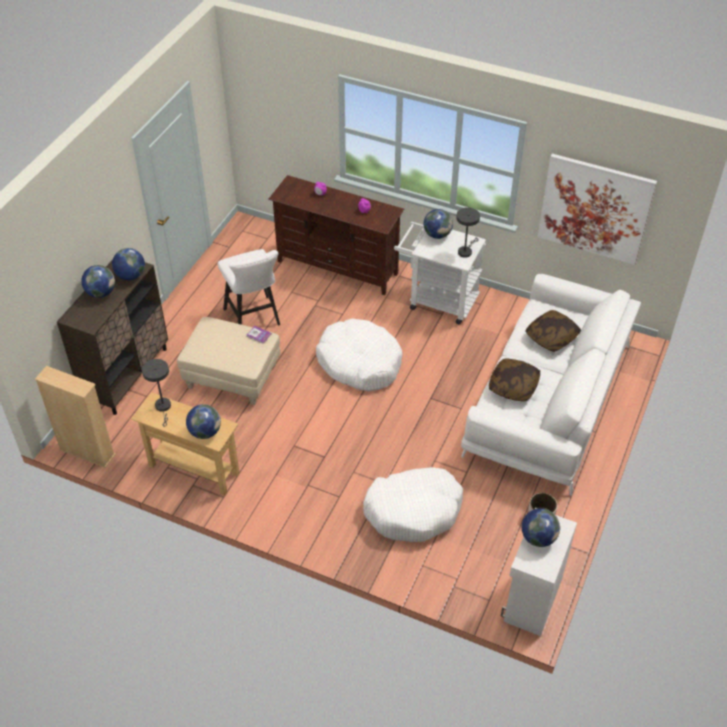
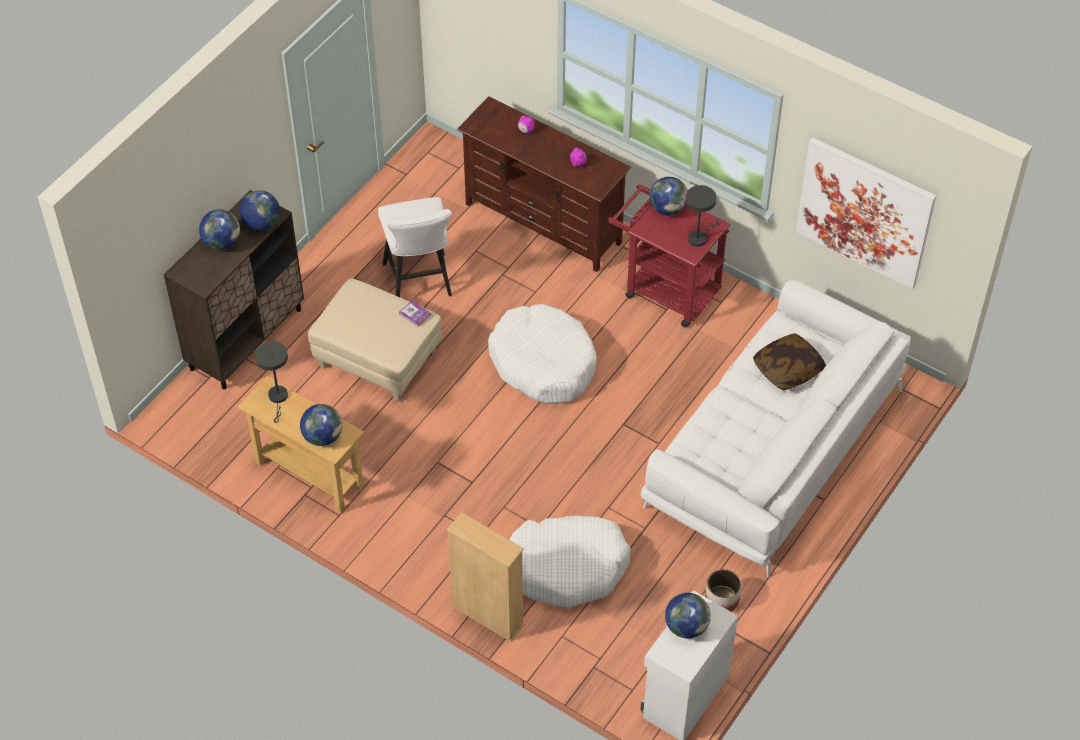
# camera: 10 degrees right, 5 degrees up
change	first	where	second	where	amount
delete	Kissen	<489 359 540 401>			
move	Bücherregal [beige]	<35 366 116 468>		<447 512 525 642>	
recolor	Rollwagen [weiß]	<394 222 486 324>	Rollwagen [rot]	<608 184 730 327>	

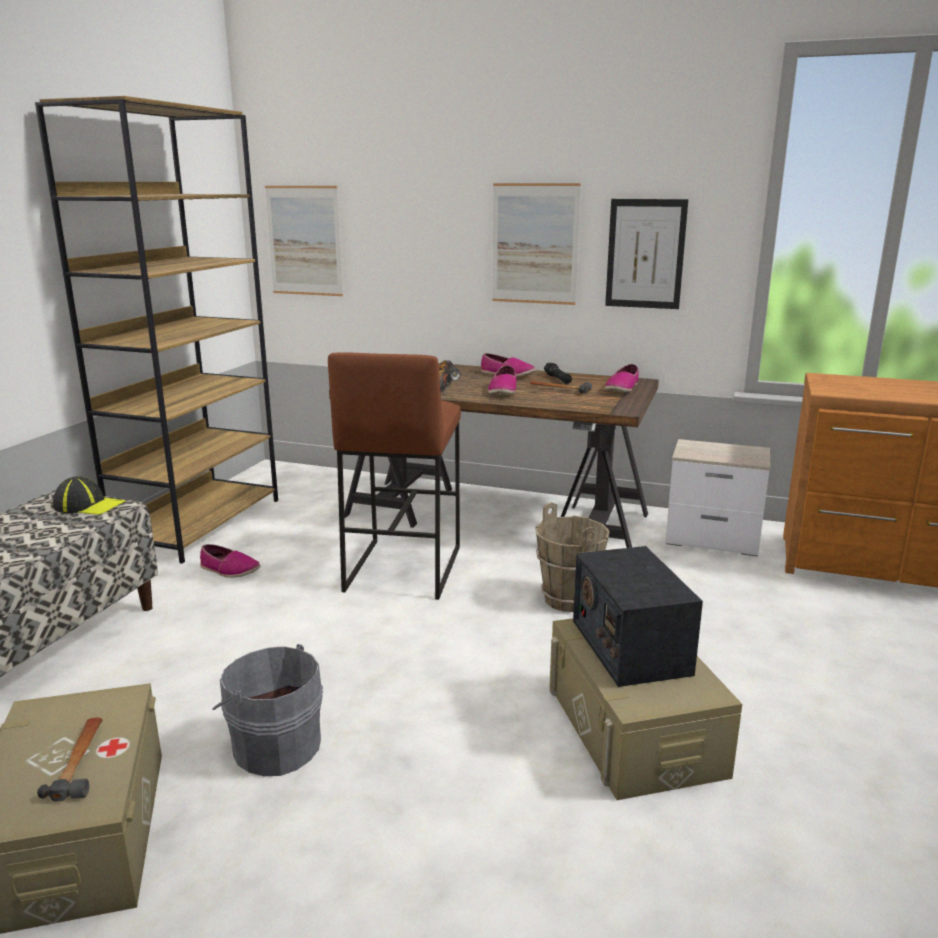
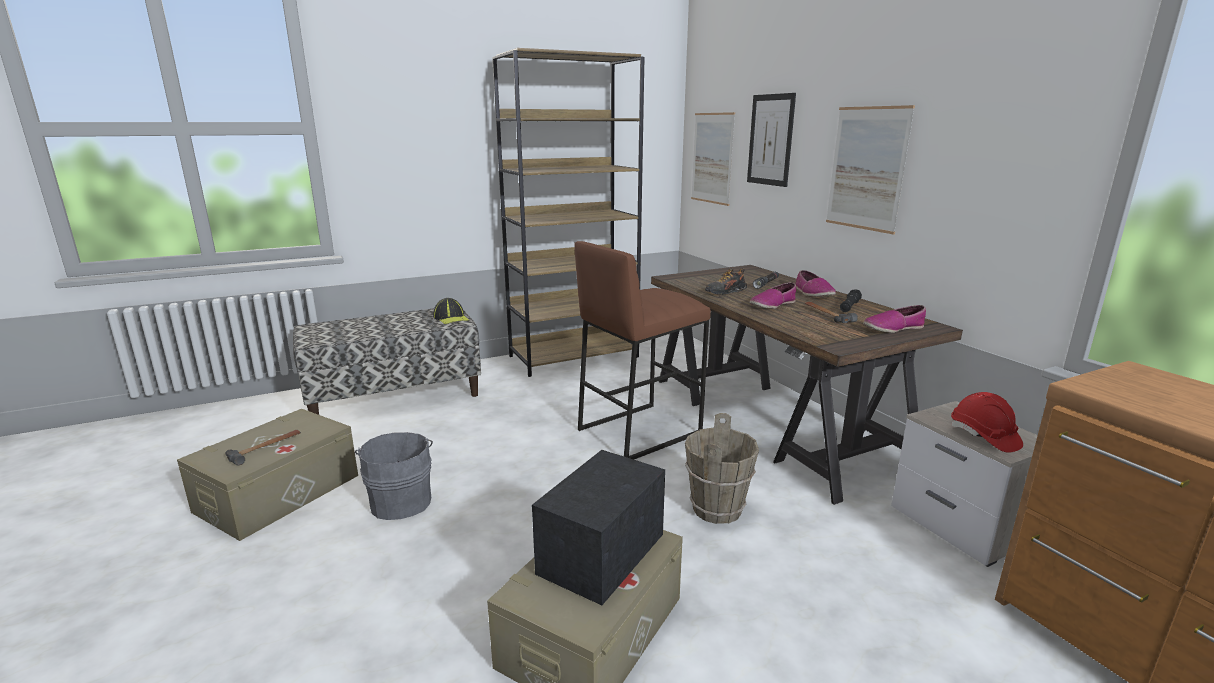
# camera: 45 degrees right, 0 degrees up
change	first	where	second	where	amount
delete	Schuh	<200 544 260 578>			
insert			Schutzhelm [rot]	<951 392 1023 453>	
move	Bild	<605 199 688 309>		<747 93 796 187>	

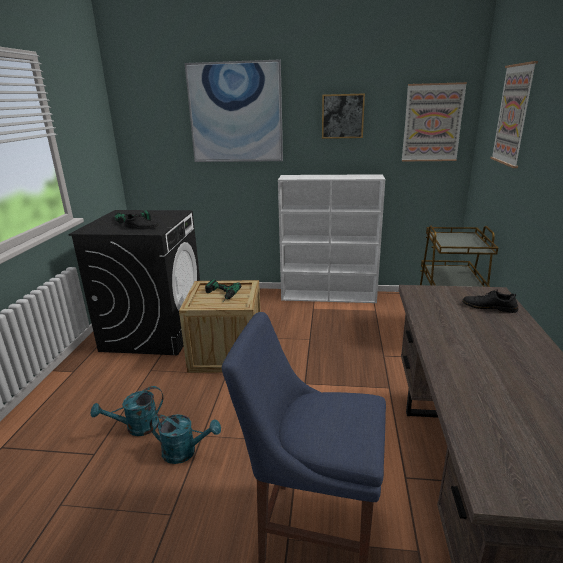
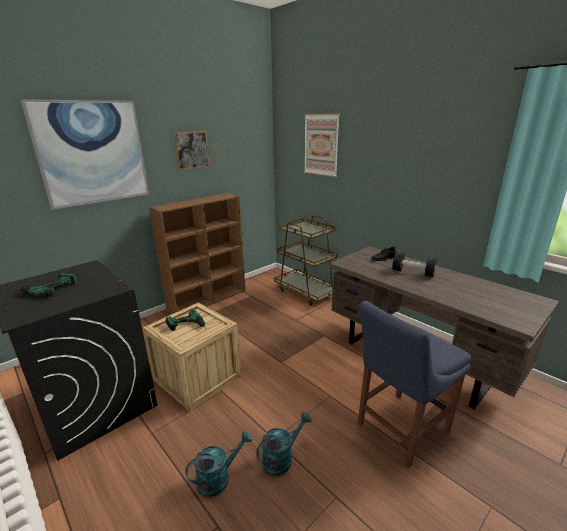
# camera: 50 degrees left, 0 degrees up
change	first	where	second	where	amount
delete	Schuh [schwarz]	<124 213 159 230>			
delete	Bild	<402 82 467 161>			
insert			Hantel [schwarz]	<392 252 437 277>	
recolor	Bücherregal [weiß]	<278 174 385 303>	Bücherregal [braun]	<149 193 245 314>	
rotate	Gießkanne [türkis]	<91 386 163 436>		<185 430 253 497>	135 degrees counterclockwise

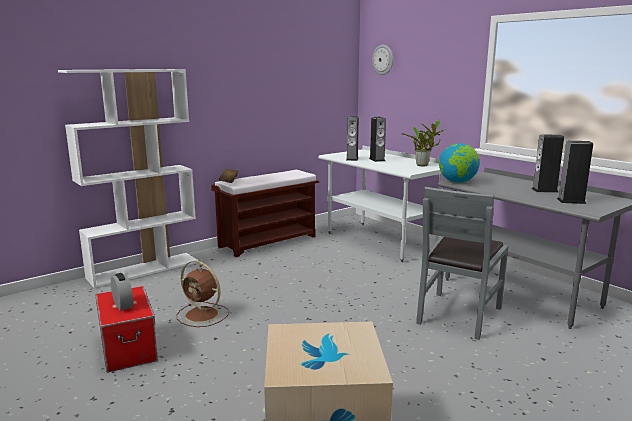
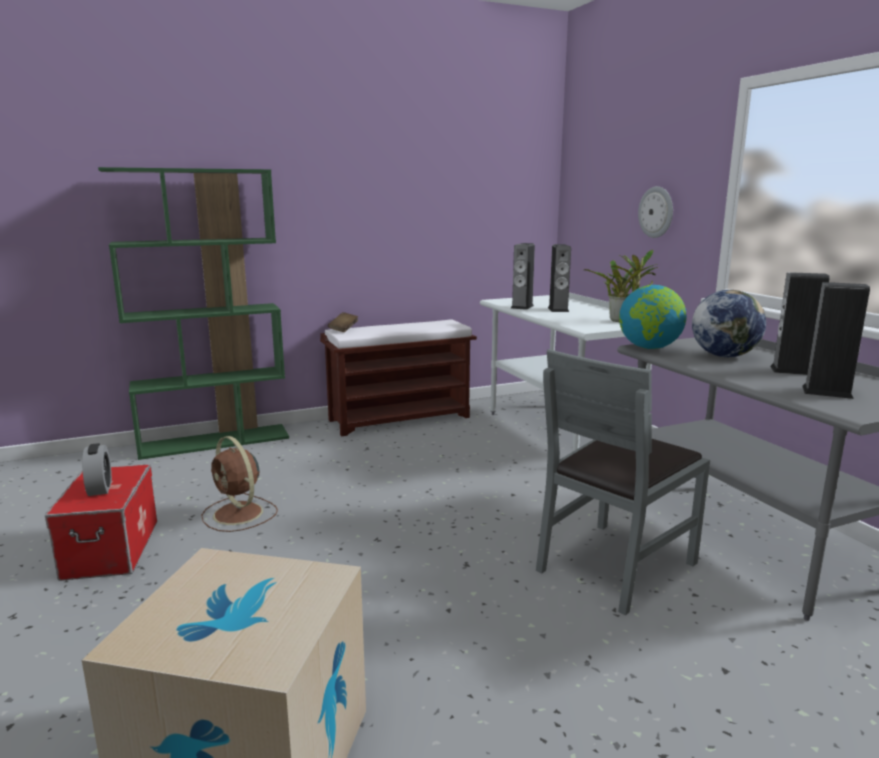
# camera: 15 degrees right, 0 degrees up
change	first	where	second	where	amount
insert			Globus	<692 290 766 357>	
move	Wanduhr	<372 45 393 75>		<638 186 673 238>	
recolor	Bücherregal [weiß]	<58 69 199 288>	Bücherregal [grün]	<98 167 289 460>	

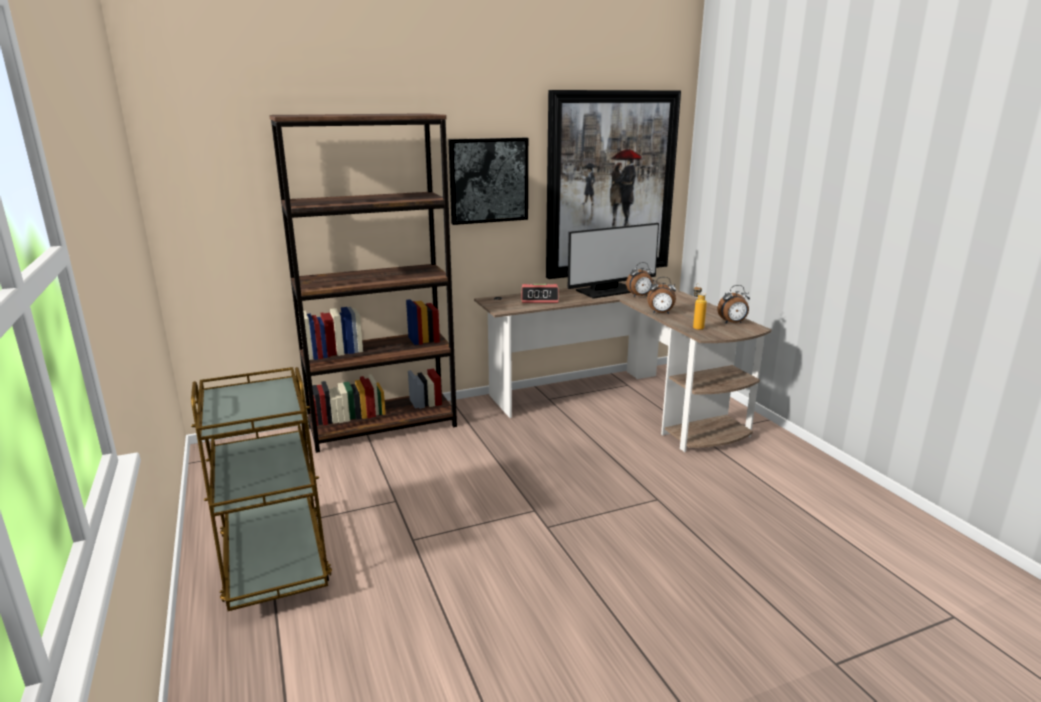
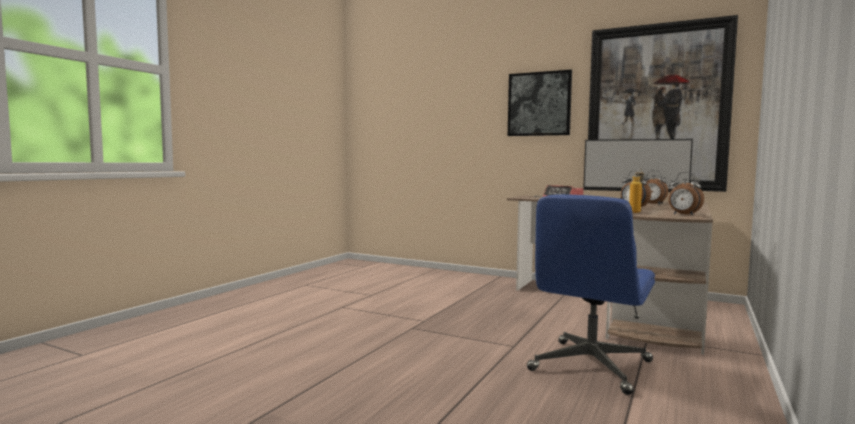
# camera: 50 degrees right, 15 degrees down
change	first	where	second	where	amount
delete	Rollwagen [braun]	<191 367 332 611>			
delete	Bücherregal [braun]	<269 113 457 453>			
insert			Bürostuhl [blau]	<527 194 655 395>	

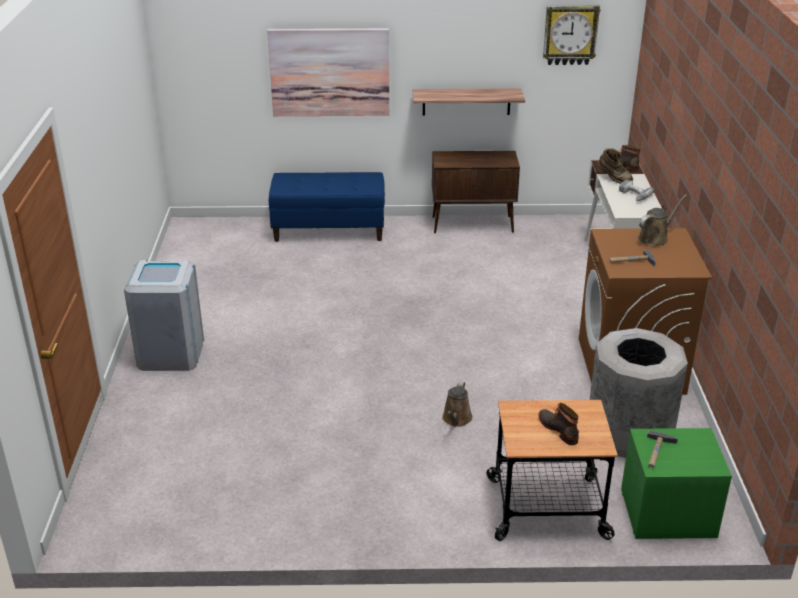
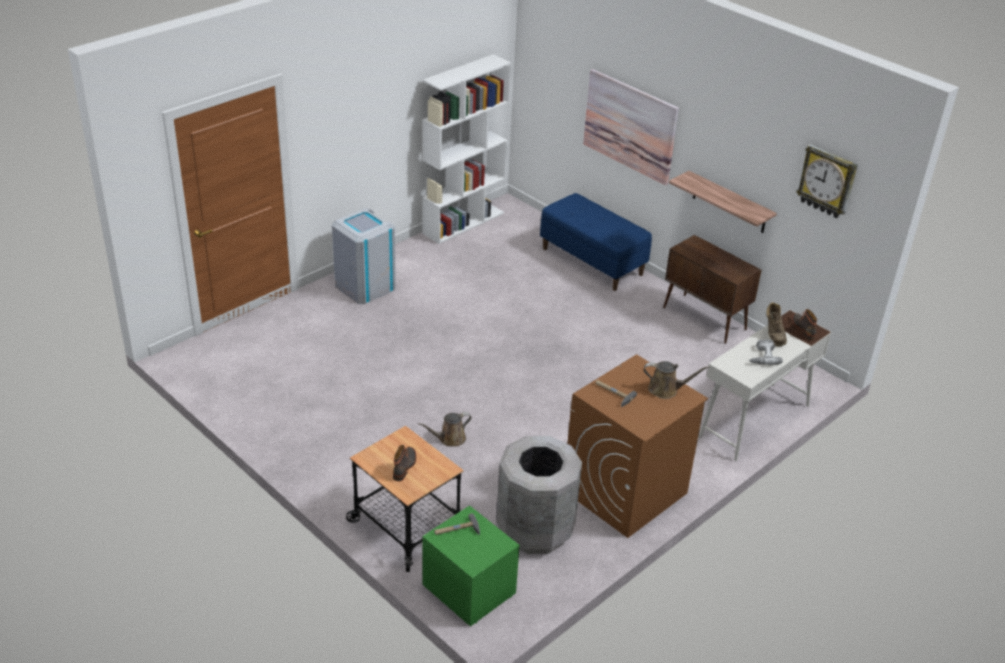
# camera: 45 degrees right, 5 degrees up
change	first	where	second	where	amount
insert			Bücherregal [weiß]	<422 54 512 244>	

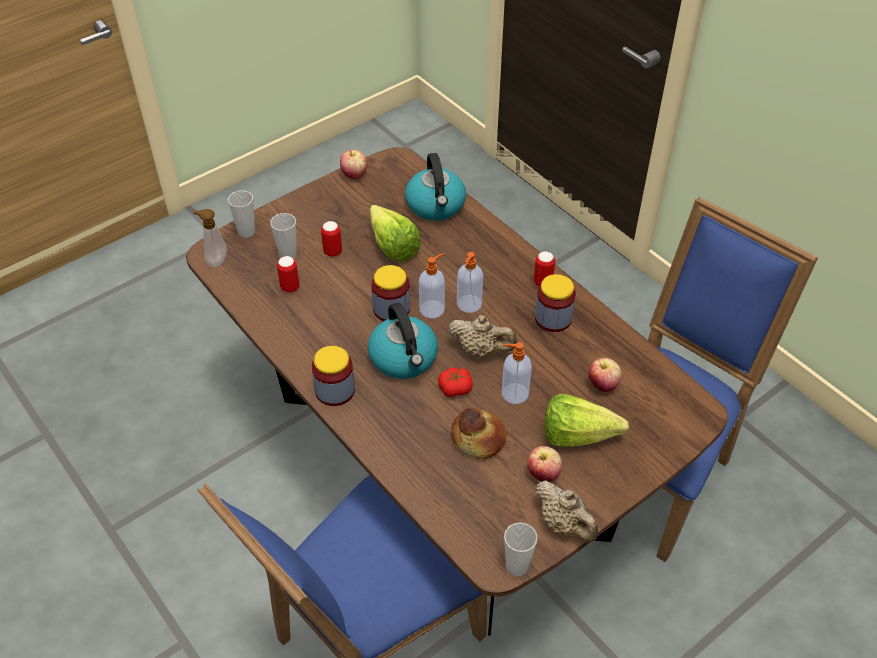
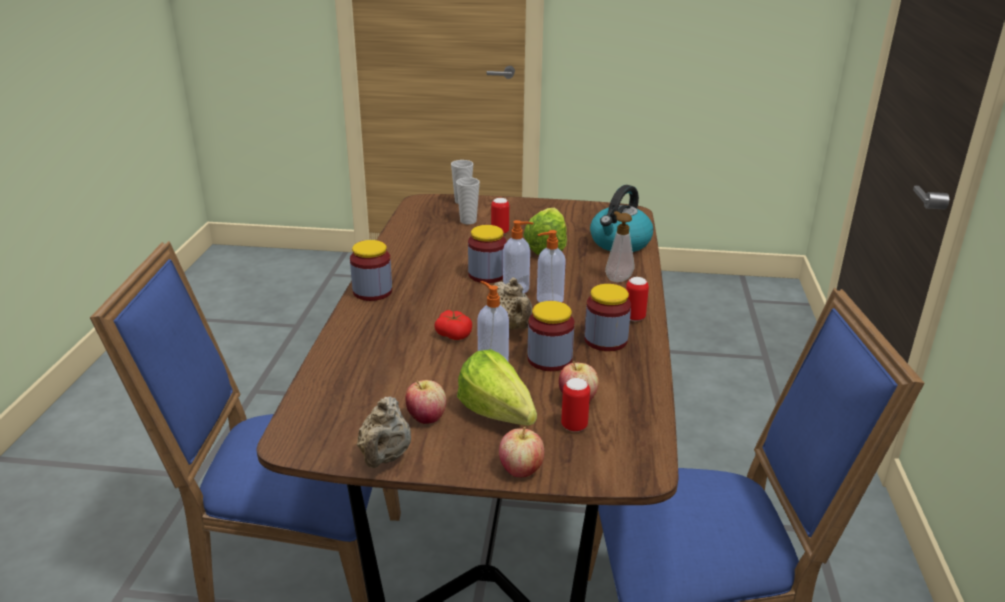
# camera: 45 degrees right, 20 degrees down
change	first	where	second	where	amount
delete	Wasserkessel	<368 303 438 379>			
delete	Brot	<451 408 507 459>			
delete	Tasse	<504 522 538 576>			
insert			Vorratsglas	<527 301 574 371>	
move	Seifenspender	<193 209 227 267>		<605 211 635 282>	
move	Dose	<277 256 300 293>		<561 378 590 432>	
move	Apfel	<340 149 367 179>		<499 427 544 477>	

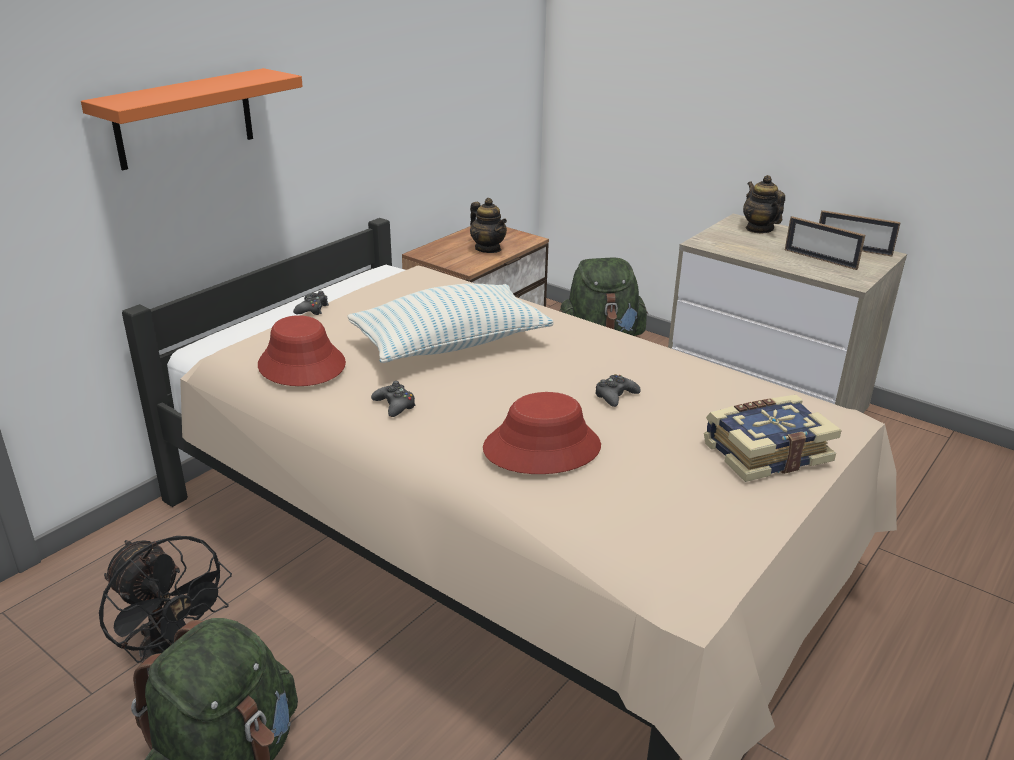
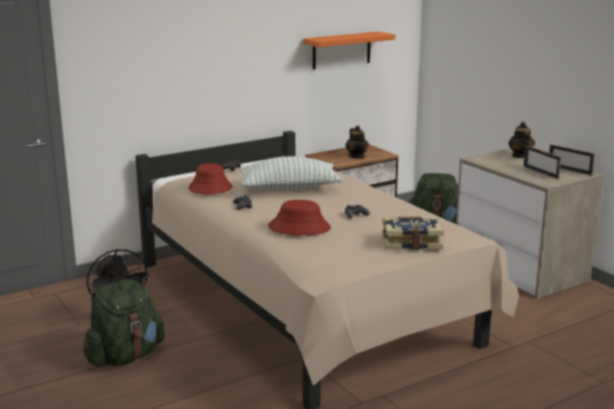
# camera: 20 degrees right, 10 degrees down
change	first	where	second	where	amount
move	Wandregal [orange]	<81 68 303 170>		<303 31 395 69>	

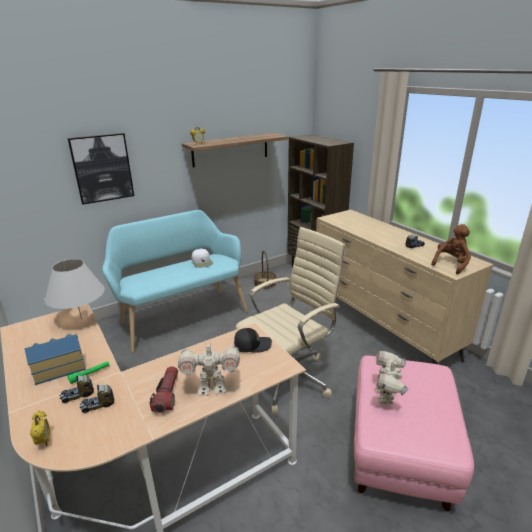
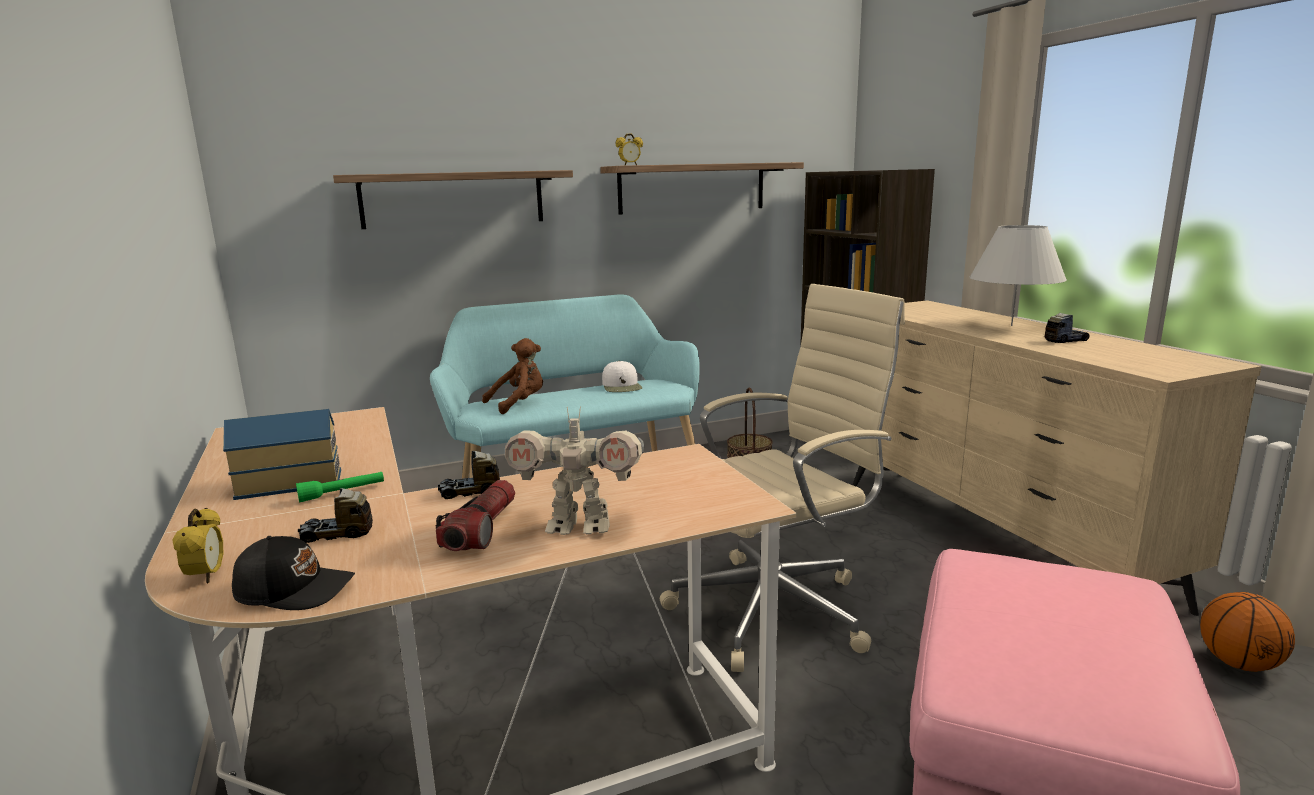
# camera: 10 degrees right, 10 degrees down
change	first	where	second	where	amount
delete	Spielzeugroboter	<376 351 408 404>			
insert			Basketball	<1200 592 1295 672>	
move	Tischlampe [weiß]	<44 259 105 320>		<969 225 1067 326>	
move	Spielzeuglaster	<60 375 94 403>		<438 451 500 499>	
move	Kappe [schwarz]	<234 328 272 353>		<232 536 355 610>	
move	Plüschtier [braun]	<431 224 471 275>		<482 338 543 414>	
replace	Bild	<67 133 134 205>	Wandregal	<333 170 573 229>	

